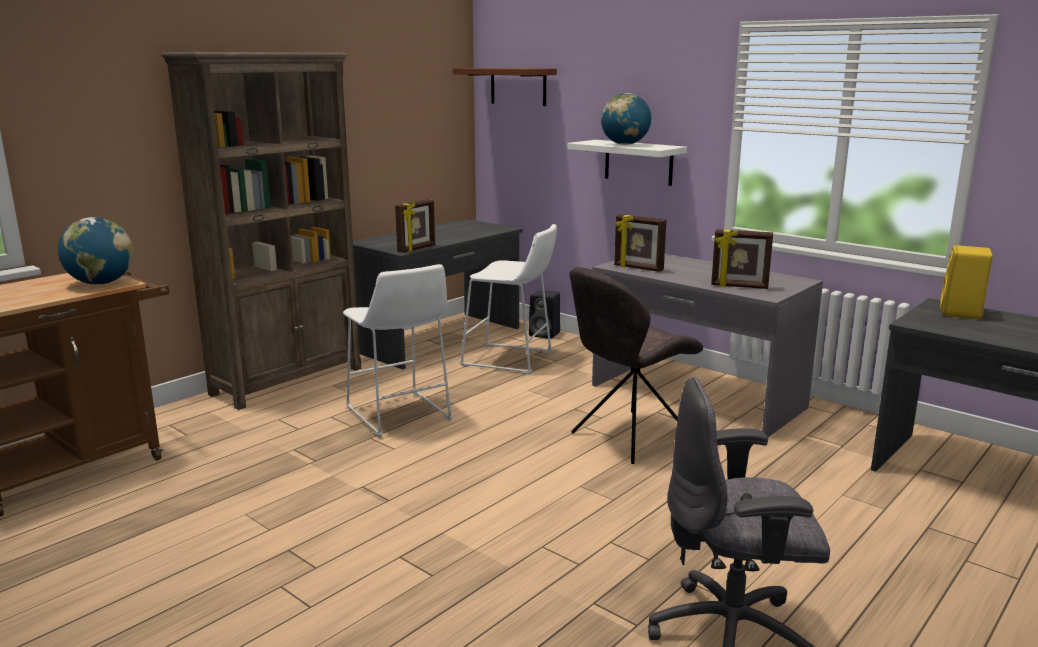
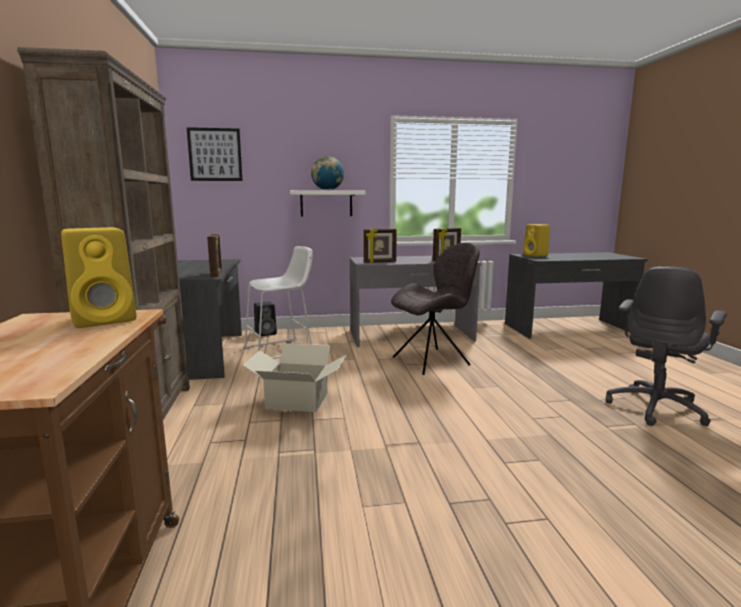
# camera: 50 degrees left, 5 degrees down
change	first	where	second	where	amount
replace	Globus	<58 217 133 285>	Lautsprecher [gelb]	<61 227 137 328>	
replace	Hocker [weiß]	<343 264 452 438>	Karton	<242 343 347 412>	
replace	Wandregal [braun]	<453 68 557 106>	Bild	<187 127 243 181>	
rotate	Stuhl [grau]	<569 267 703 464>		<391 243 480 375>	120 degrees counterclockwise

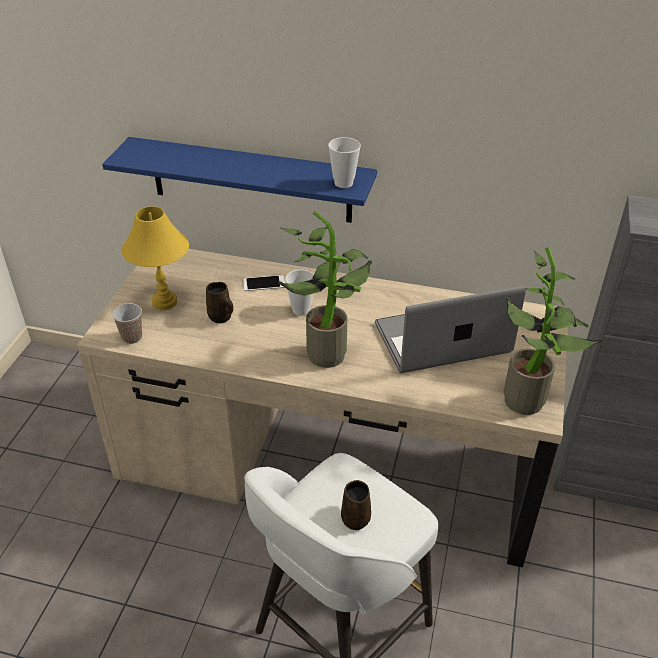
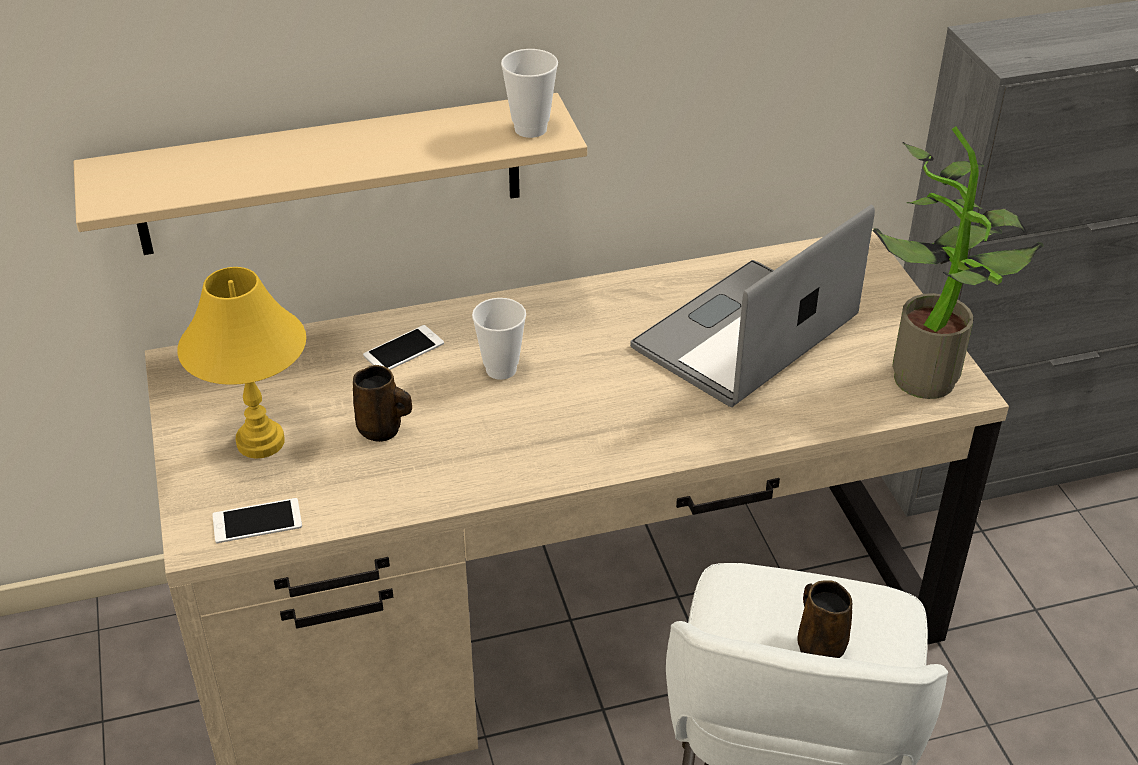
# camera: 30 degrees left, 0 degrees up
change	first	where	second	where	amount
delete	Topfpflanze	<278 211 372 368>			
replace	Tasse	<112 303 142 344>	Handy	<212 498 302 543>	
recolor	Wandregal [blau]	<102 137 377 223>	Wandregal [beige]	<74 93 587 255>	

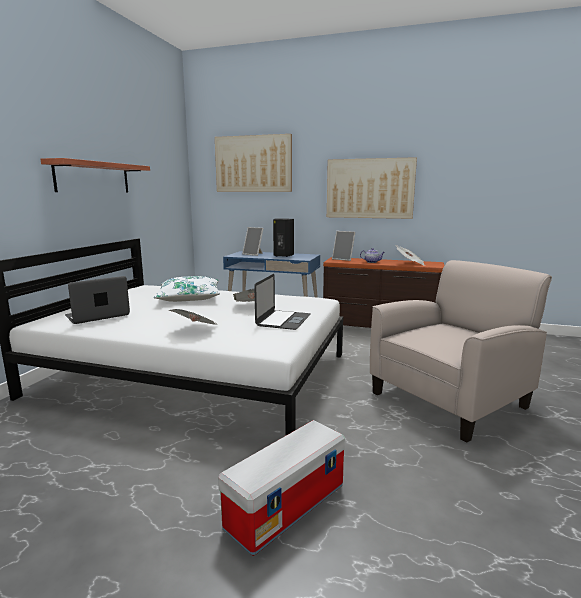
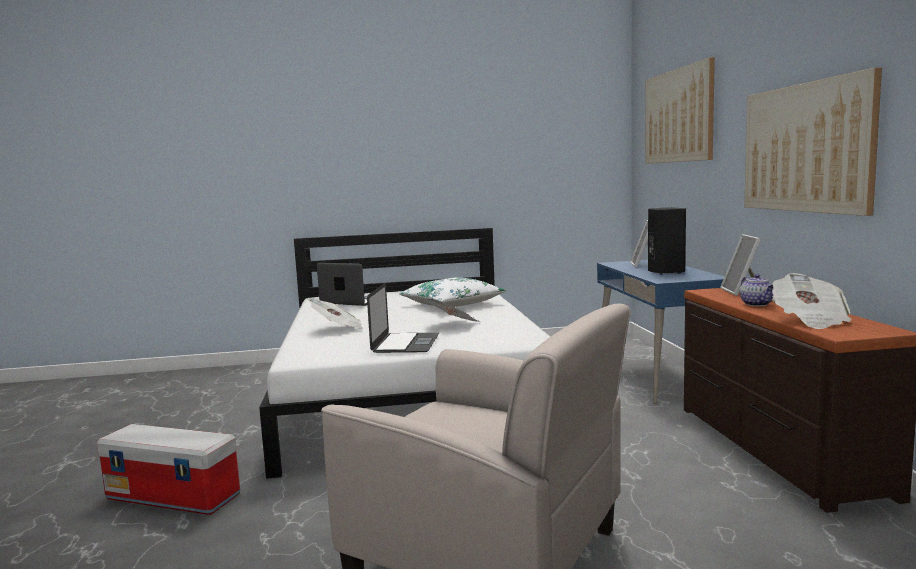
# camera: 65 degrees right, 5 degrees down
change	first	where	second	where	amount
delete	Wandregal	<40 158 150 192>			
rotate	Laptop	<254 274 310 330>		<367 283 439 353>	75 degrees counterclockwise

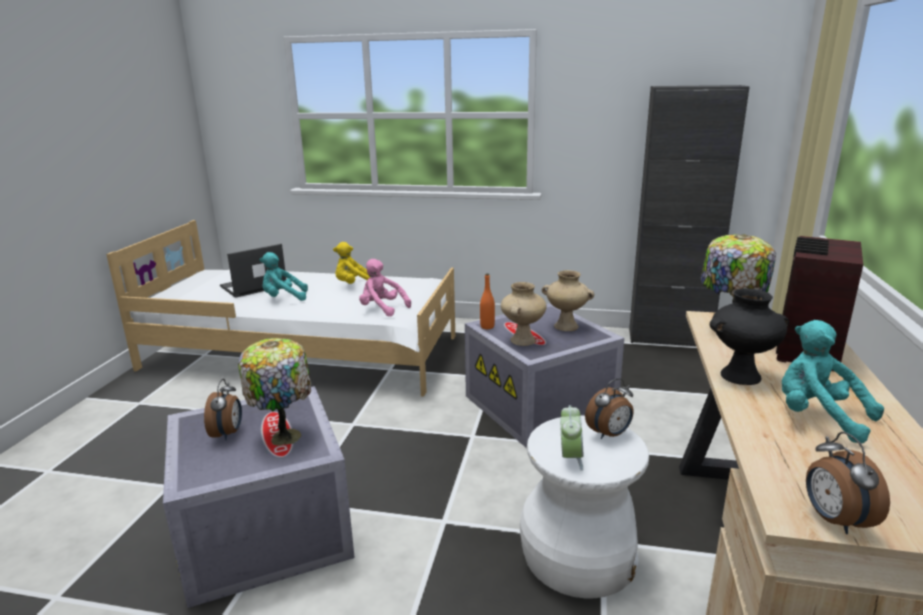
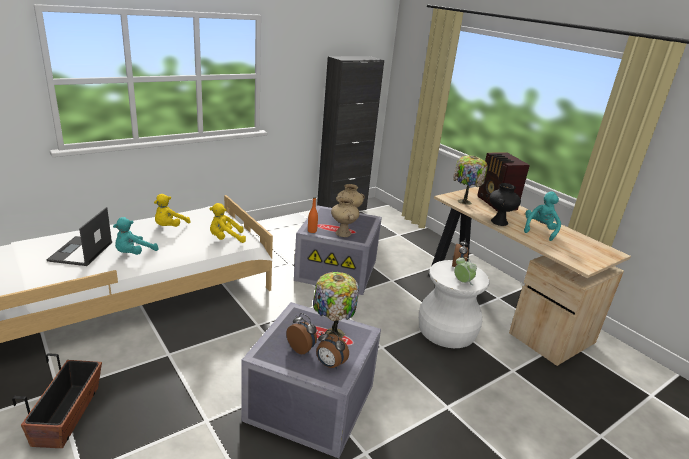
# camera: 50 degrees left, 5 degrees up
change	first	where	second	where	amount
insert			Pflanzkübel	<12 353 102 448>	
move	Wecker	<806 432 890 534>		<316 330 349 370>	
recolor	Plüschtier [rosa]	<359 259 411 316>	Plüschtier [gelb]	<209 203 246 243>	
rotate	Plüschtier [türkis]	<782 320 884 444>		<524 191 561 241>	120 degrees clockwise

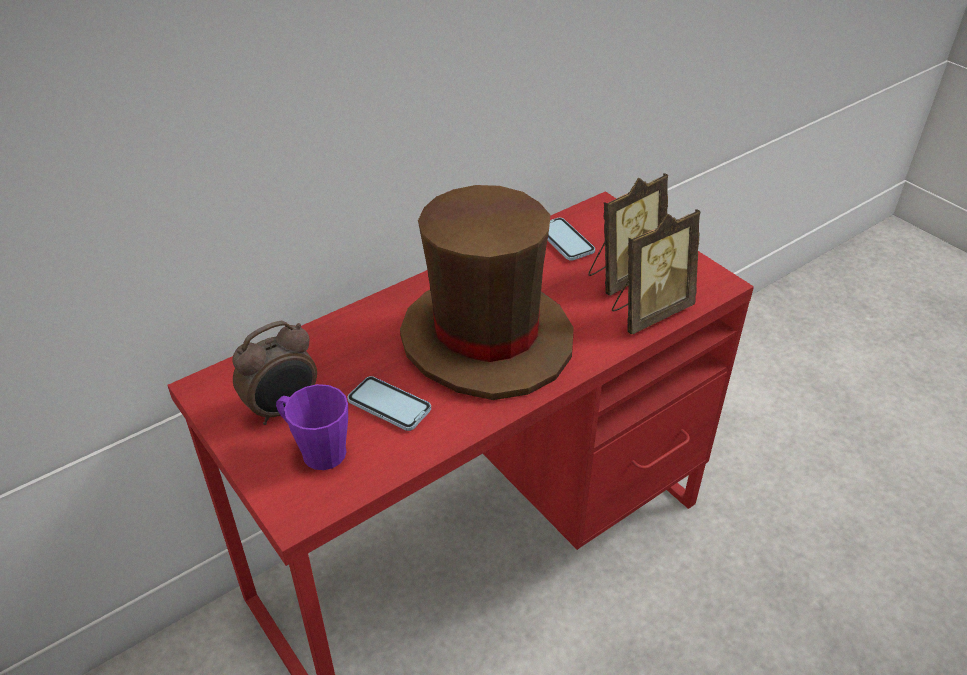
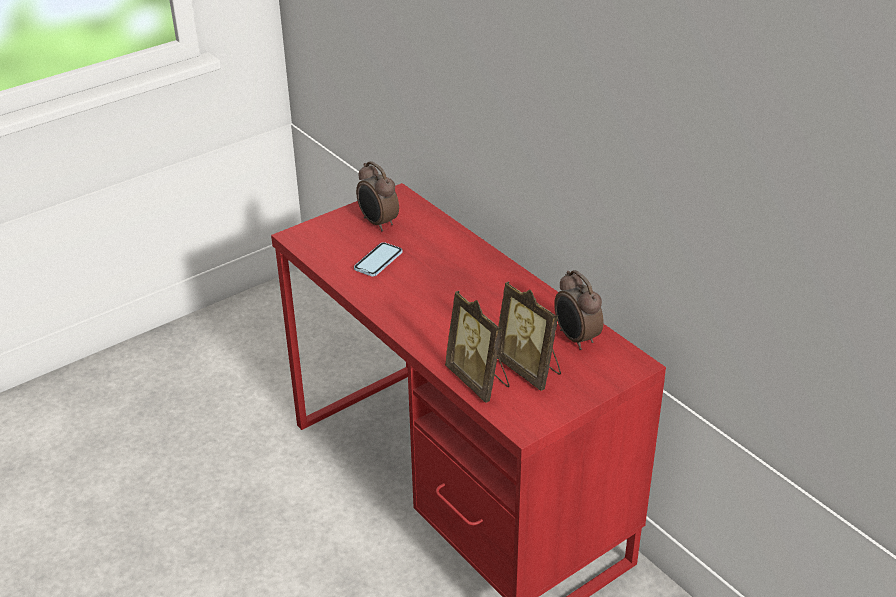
# camera: 90 degrees right, 5 degrees down
change	first	where	second	where	amount
delete	Henkelbecher [lila]	<276 384 348 470>			
delete	Hut [braun]	<400 185 574 400>			
replace	Handy	<547 218 595 261>	Wecker	<554 270 604 350>	

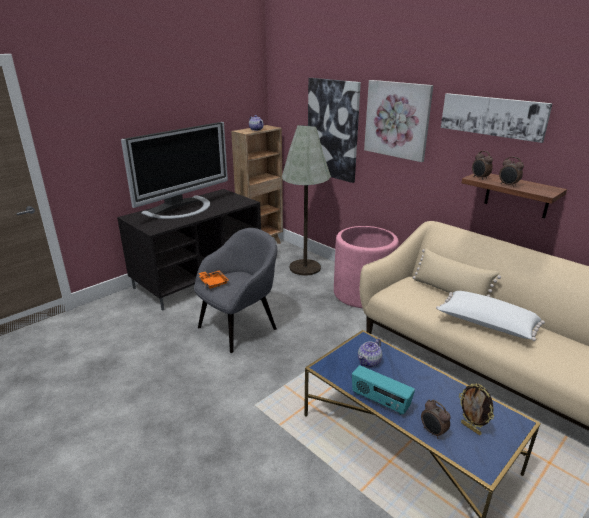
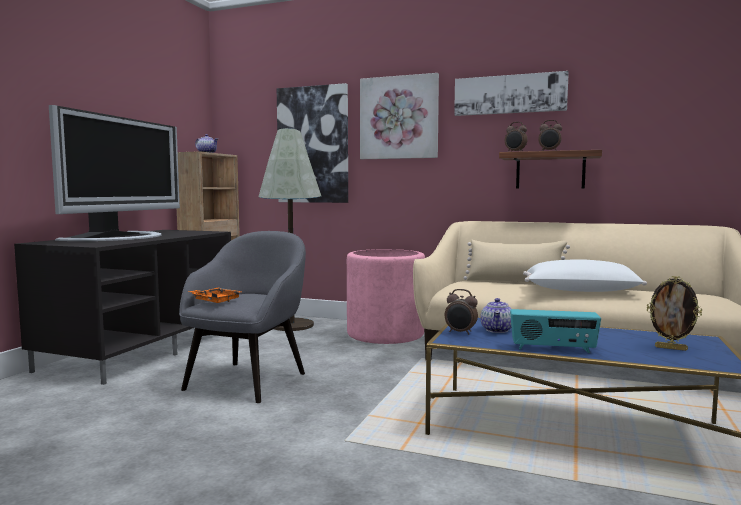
# camera: 25 degrees left, 20 degrees down
change	first	where	second	where	amount
move	Wecker	<421 400 451 439>		<445 289 478 335>	

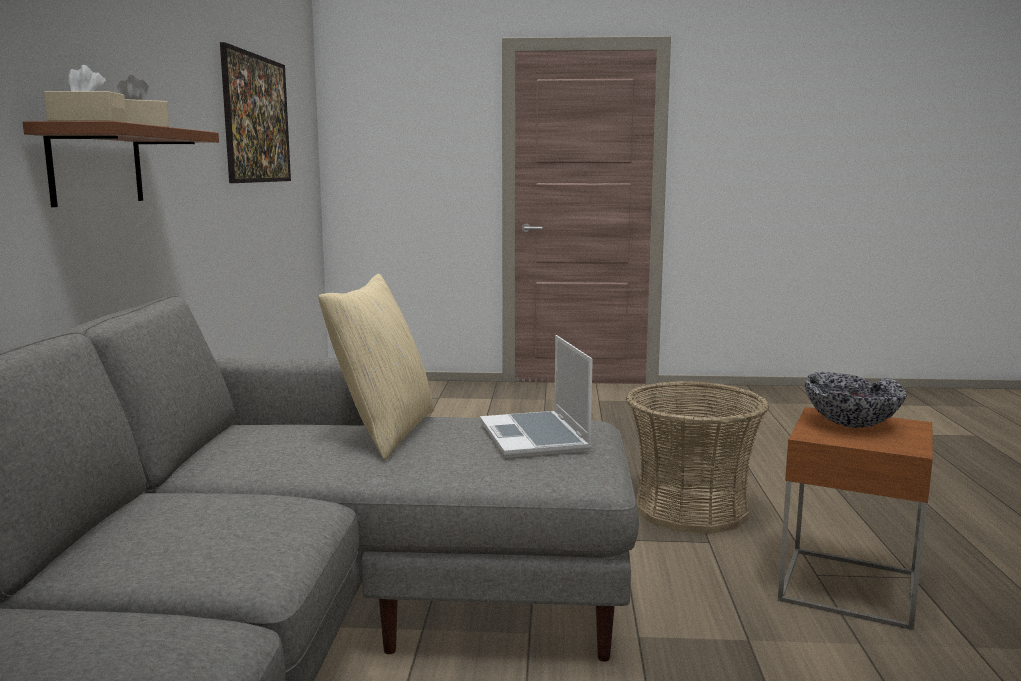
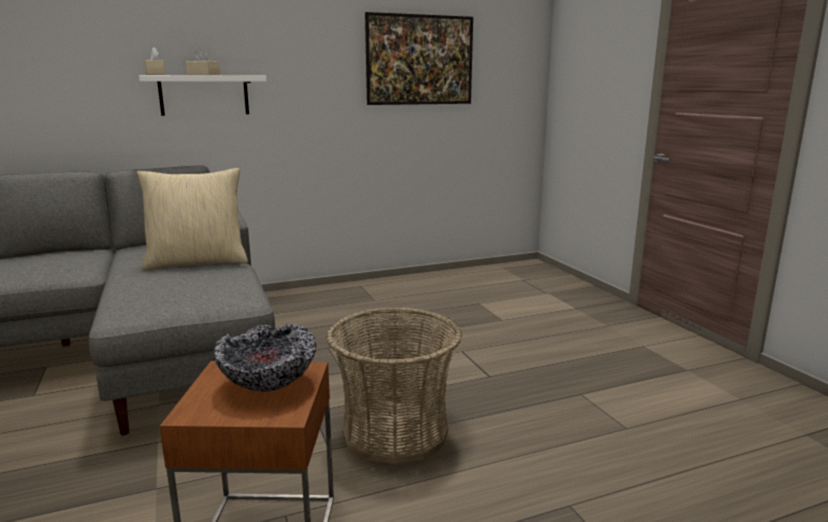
# camera: 65 degrees right, 5 degrees up
change	first	where	second	where	amount
delete	Laptop	<480 335 593 458>			
recolor	Wandregal [braun]	<23 121 219 207>	Wandregal [weiß]	<139 75 267 116>	

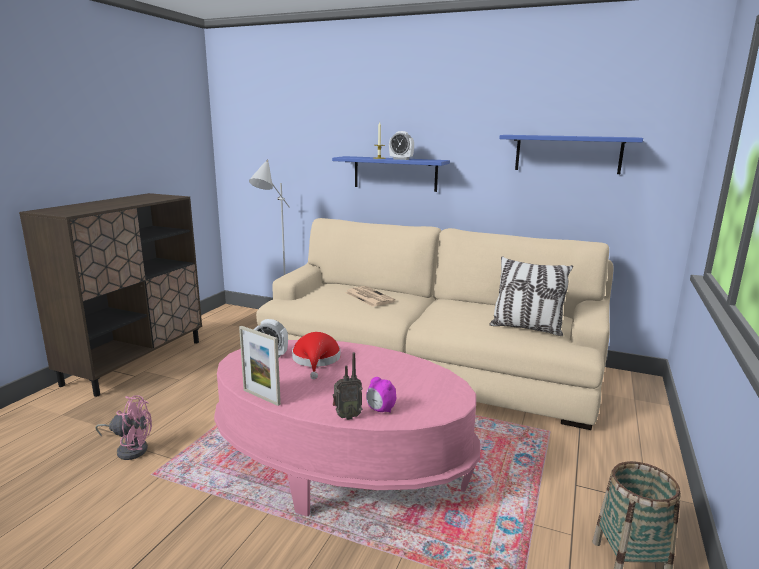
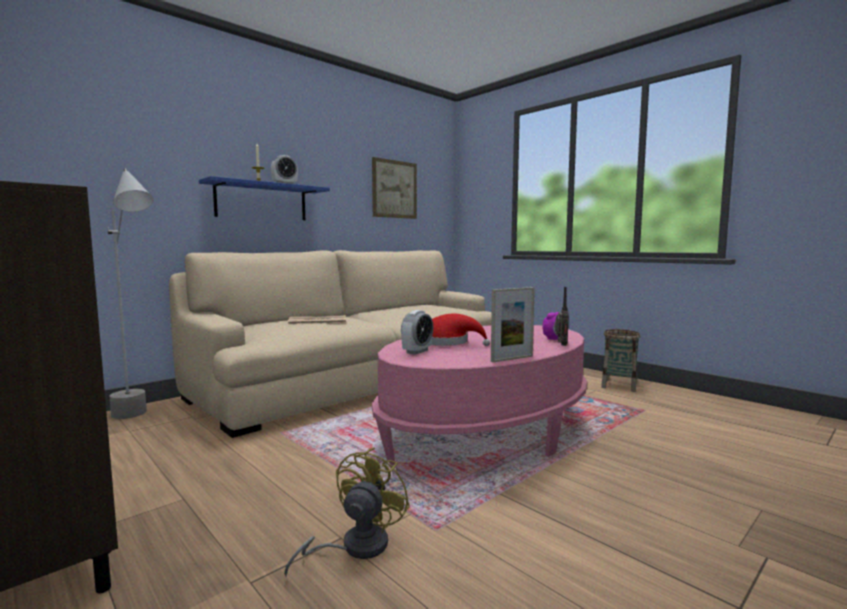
# camera: 65 degrees left, 10 degrees down
change	first	where	second	where	amount
delete	Kissen	<489 256 573 336>			
replace	Wandregal [blau]	<499 135 643 174>	Bild	<372 157 417 219>	
recolor	Ventilator [rosa]	<95 395 152 460>	Ventilator [gelb]	<284 447 410 578>	

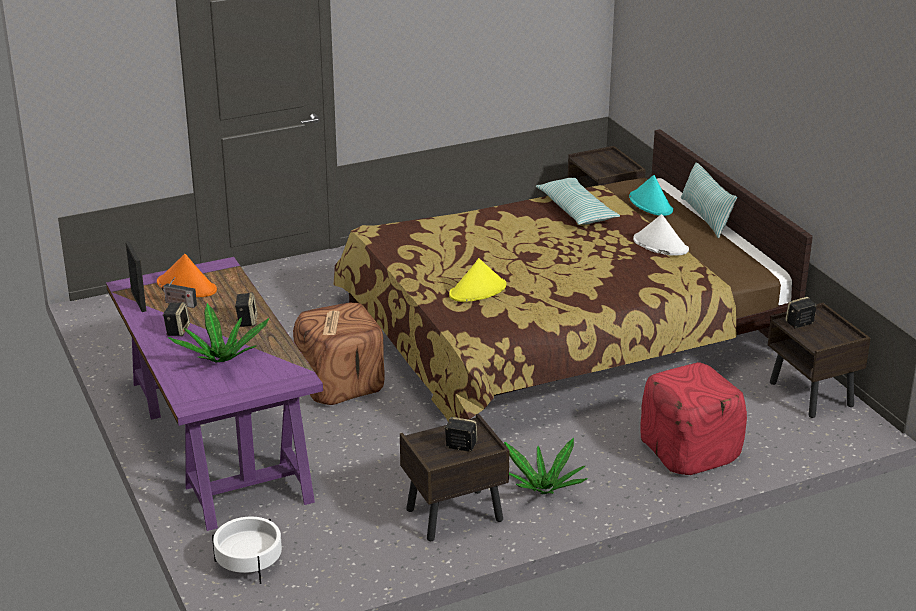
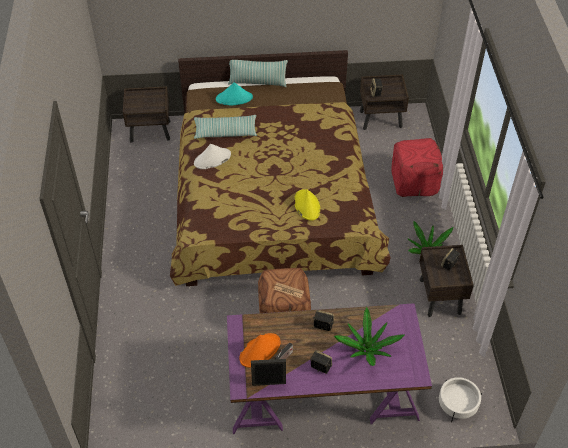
# camera: 70 degrees left, 20 degrees up
change	first	where	second	where	amount
move	Hut [weiß]	<633 214 689 256>		<194 144 231 169>	

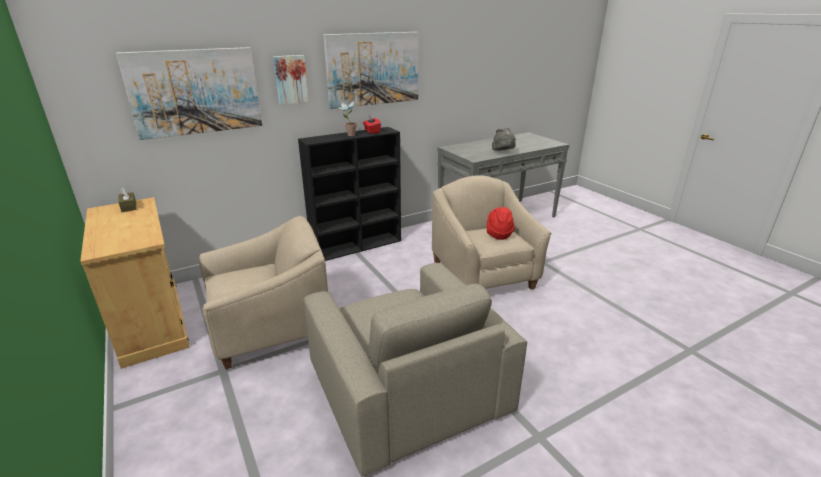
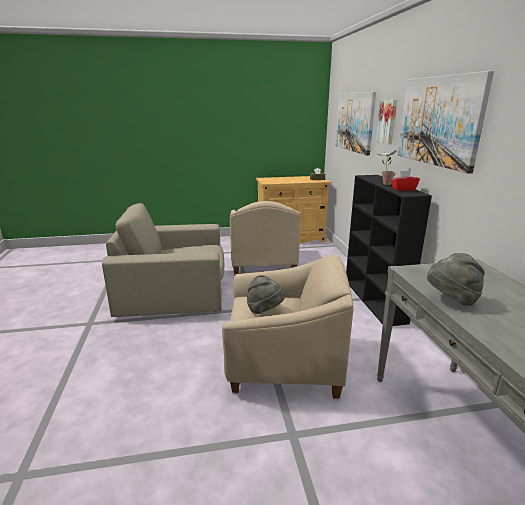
# camera: 110 degrees right, 5 degrees down
change	first	where	second	where	amount
recolor	Hut [rot]	<487 207 515 240>	Hut [grau]	<247 275 285 314>	

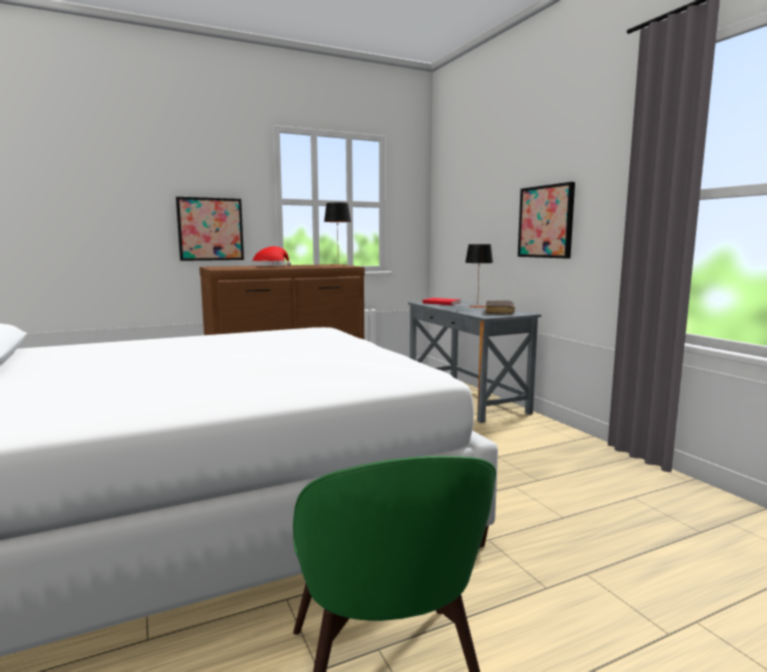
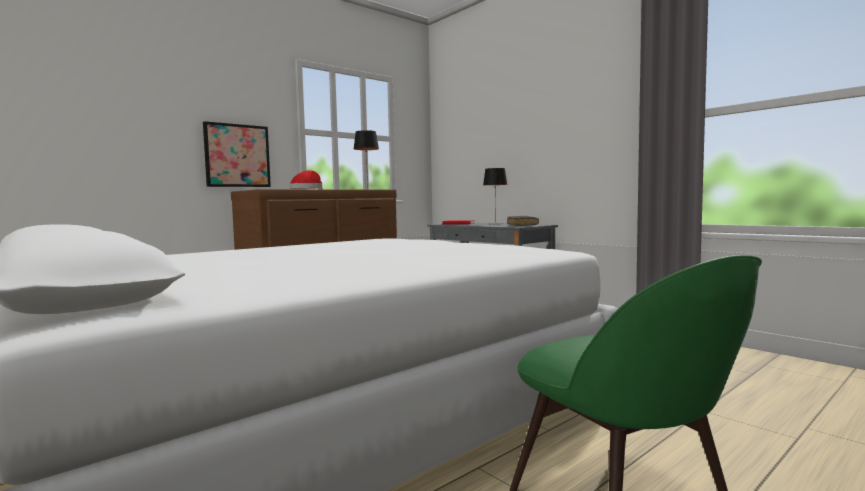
# camera: 15 degrees left, 5 degrees down
change	first	where	second	where	amount
delete	Bild	<518 182 575 259>			

